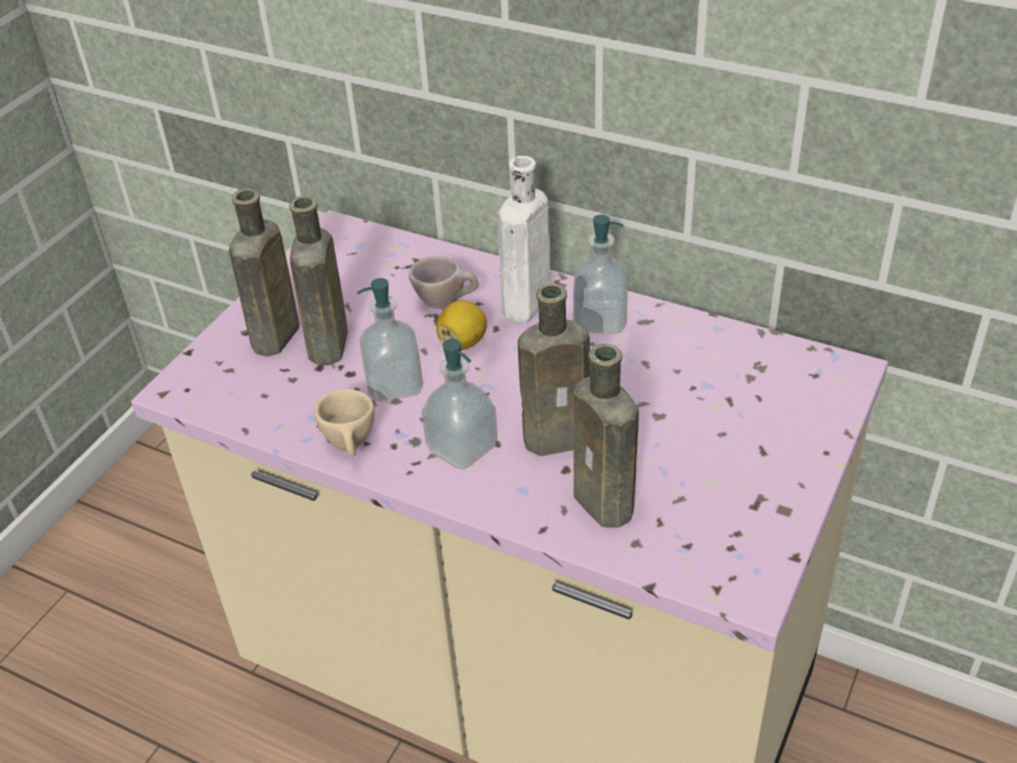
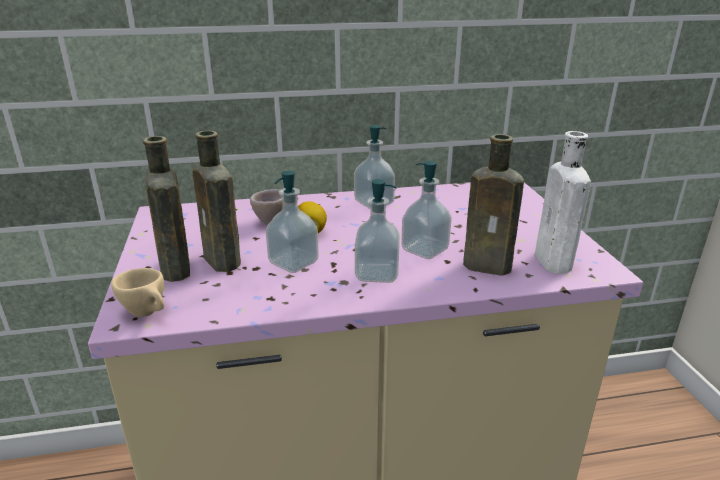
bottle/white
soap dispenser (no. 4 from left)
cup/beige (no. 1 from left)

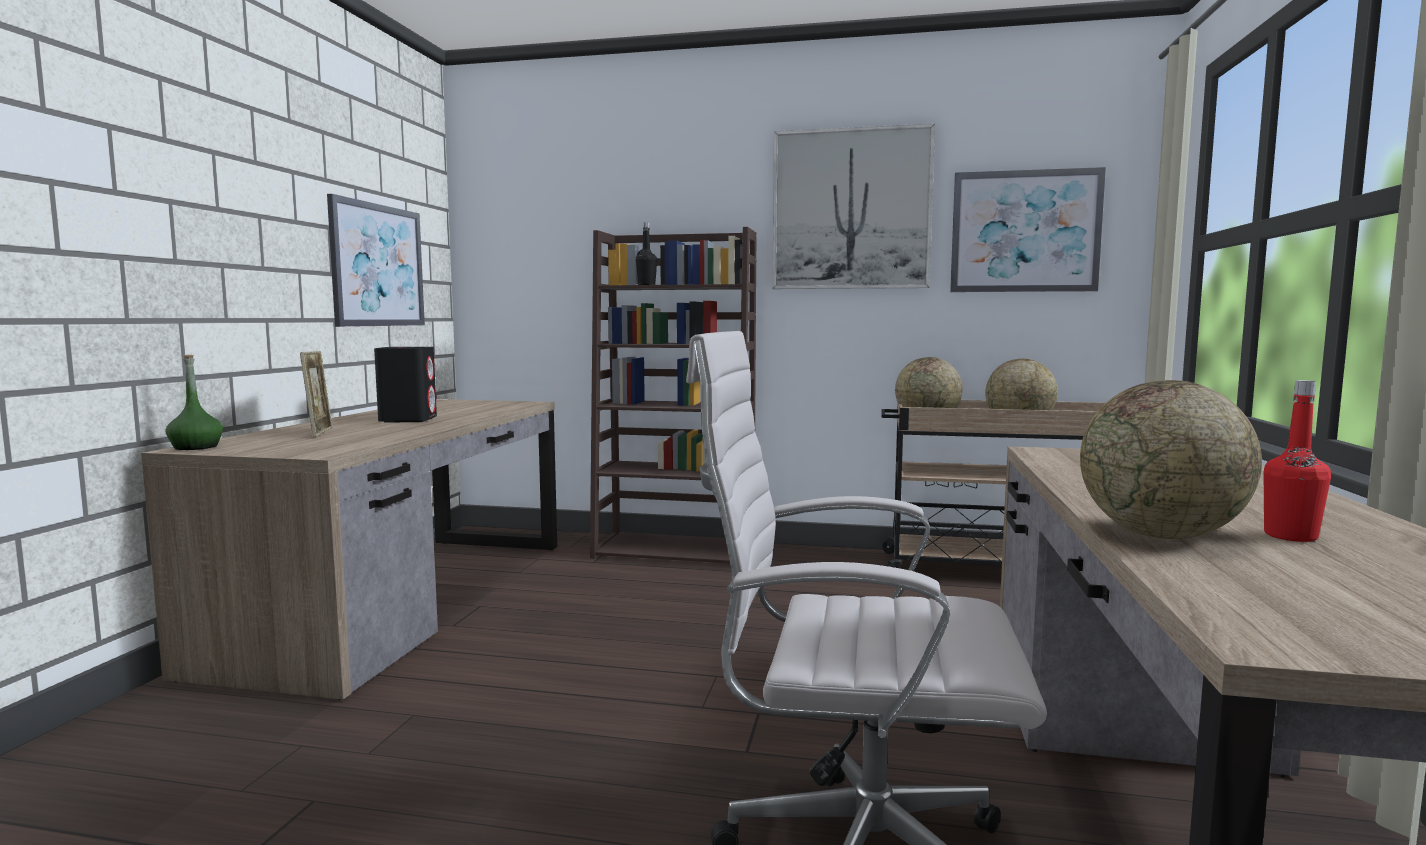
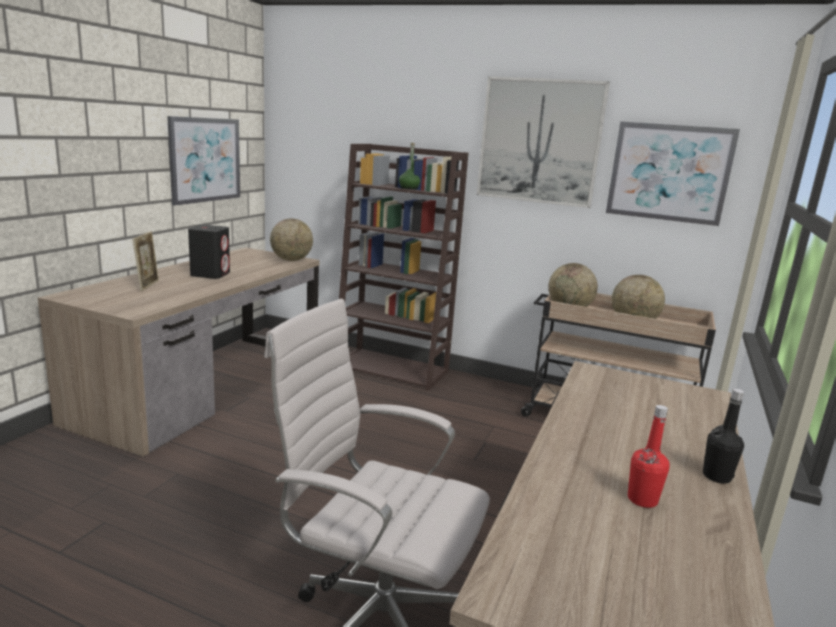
bottle/black
bottle/green
globe (no. 1 from left)

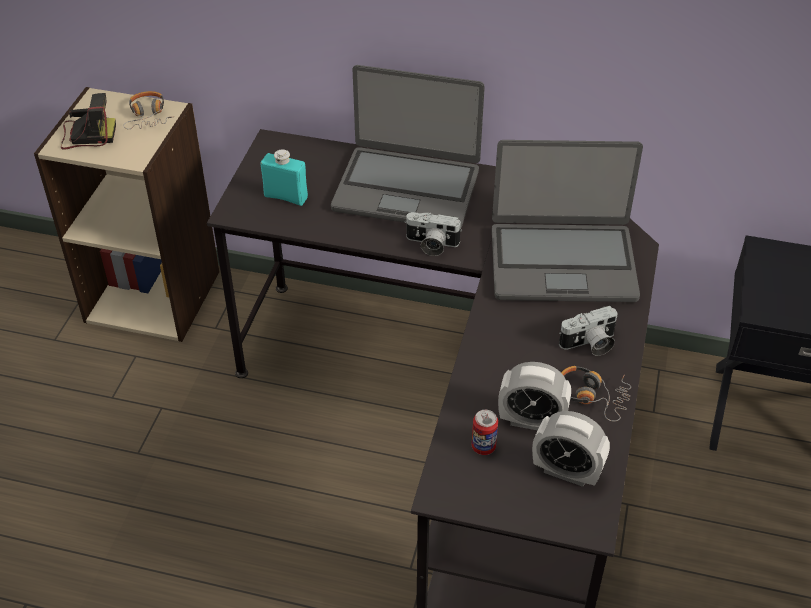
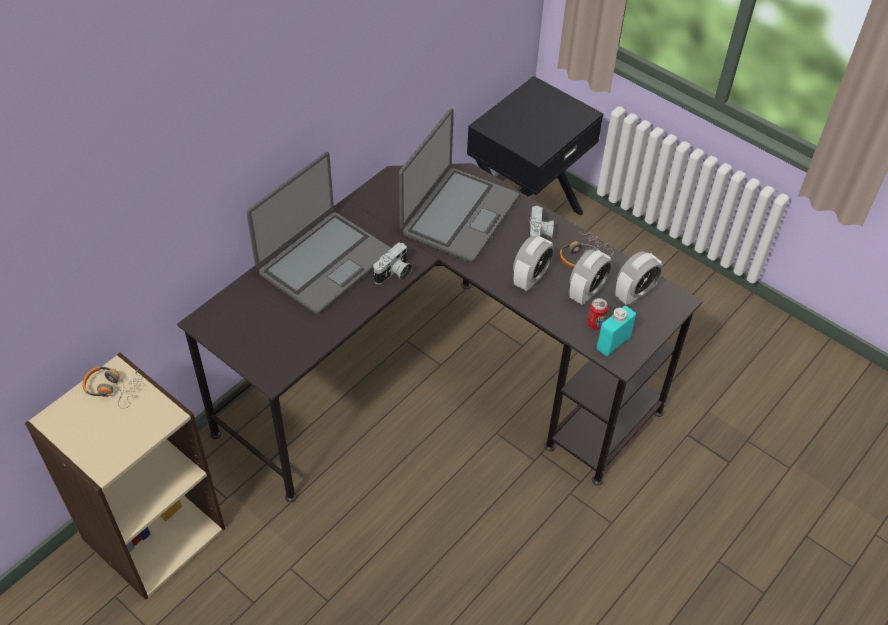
photo camera (no. 1 from left in the first image)
bottle/turquoise
alarm clock (no. 1 from left)

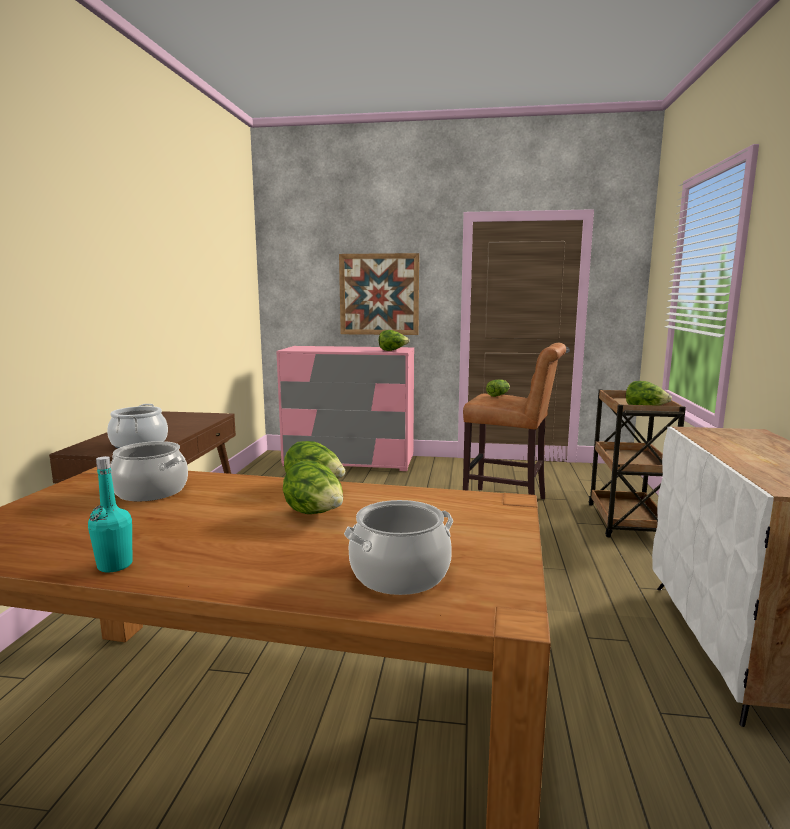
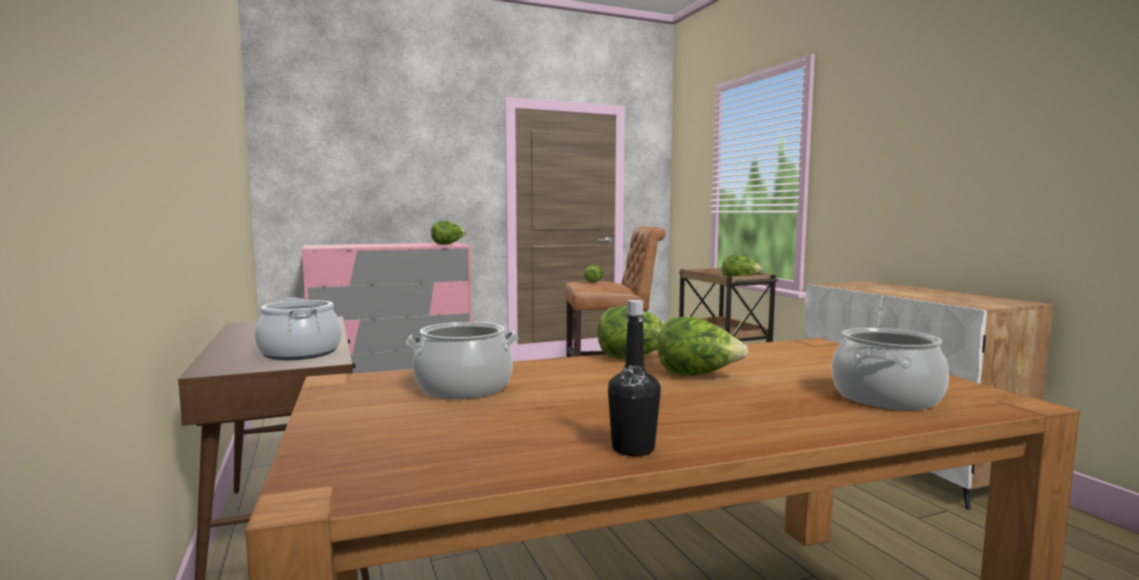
picture
bottle/black

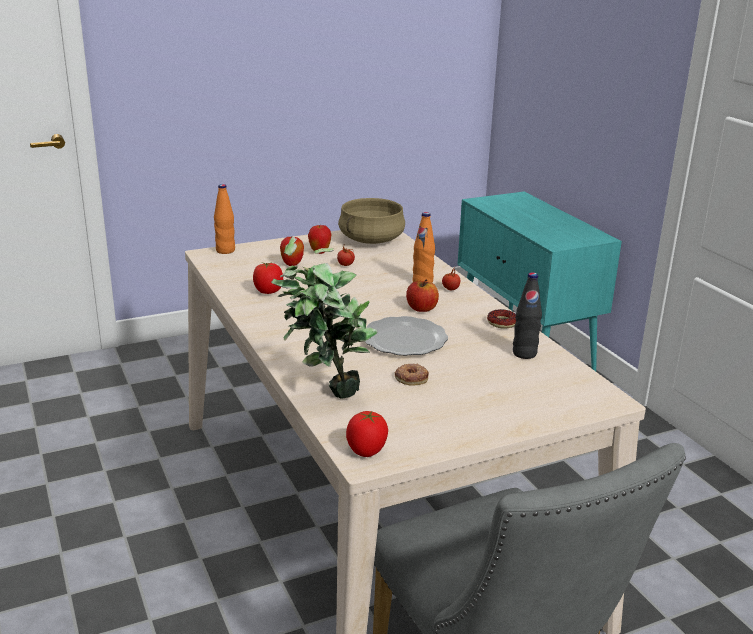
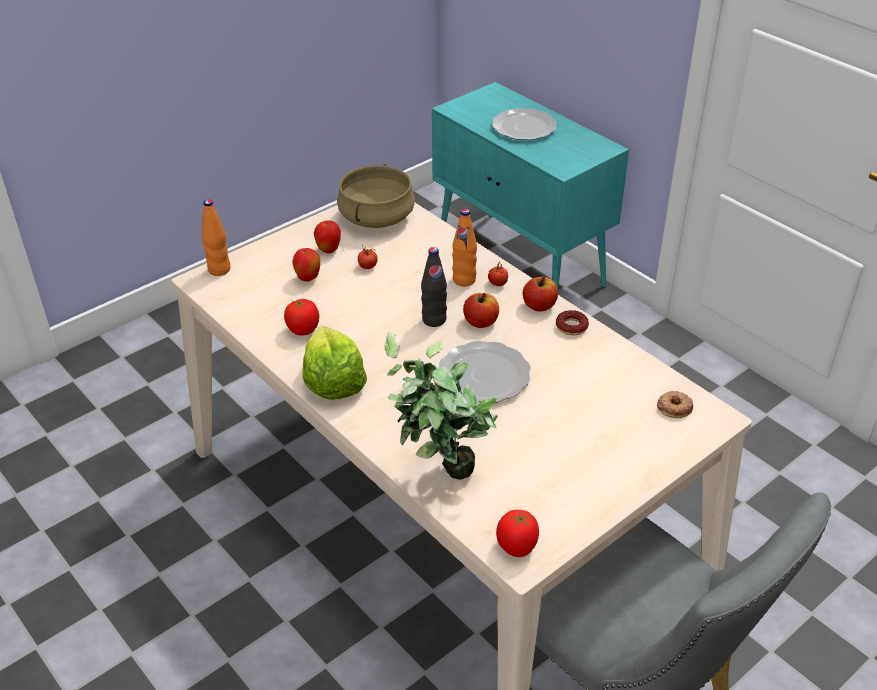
bottle/black
donut (no. 2 from left)
plate (no. 2 from left)
apple (no. 4 from left)
lettuce

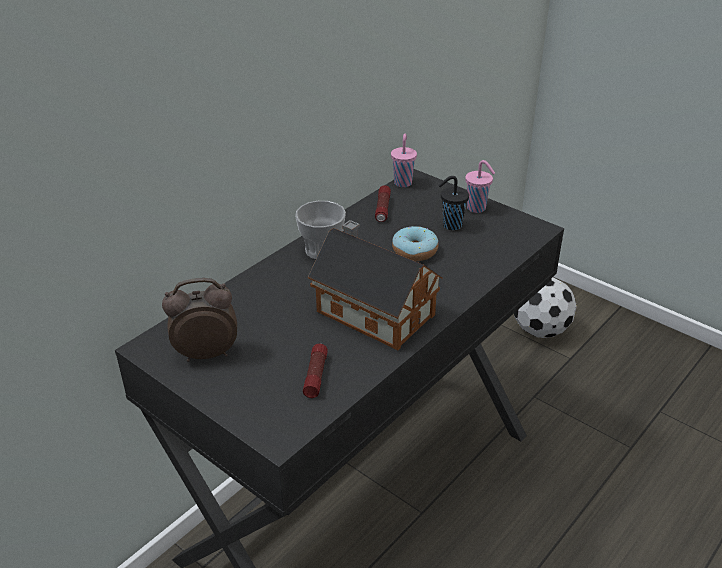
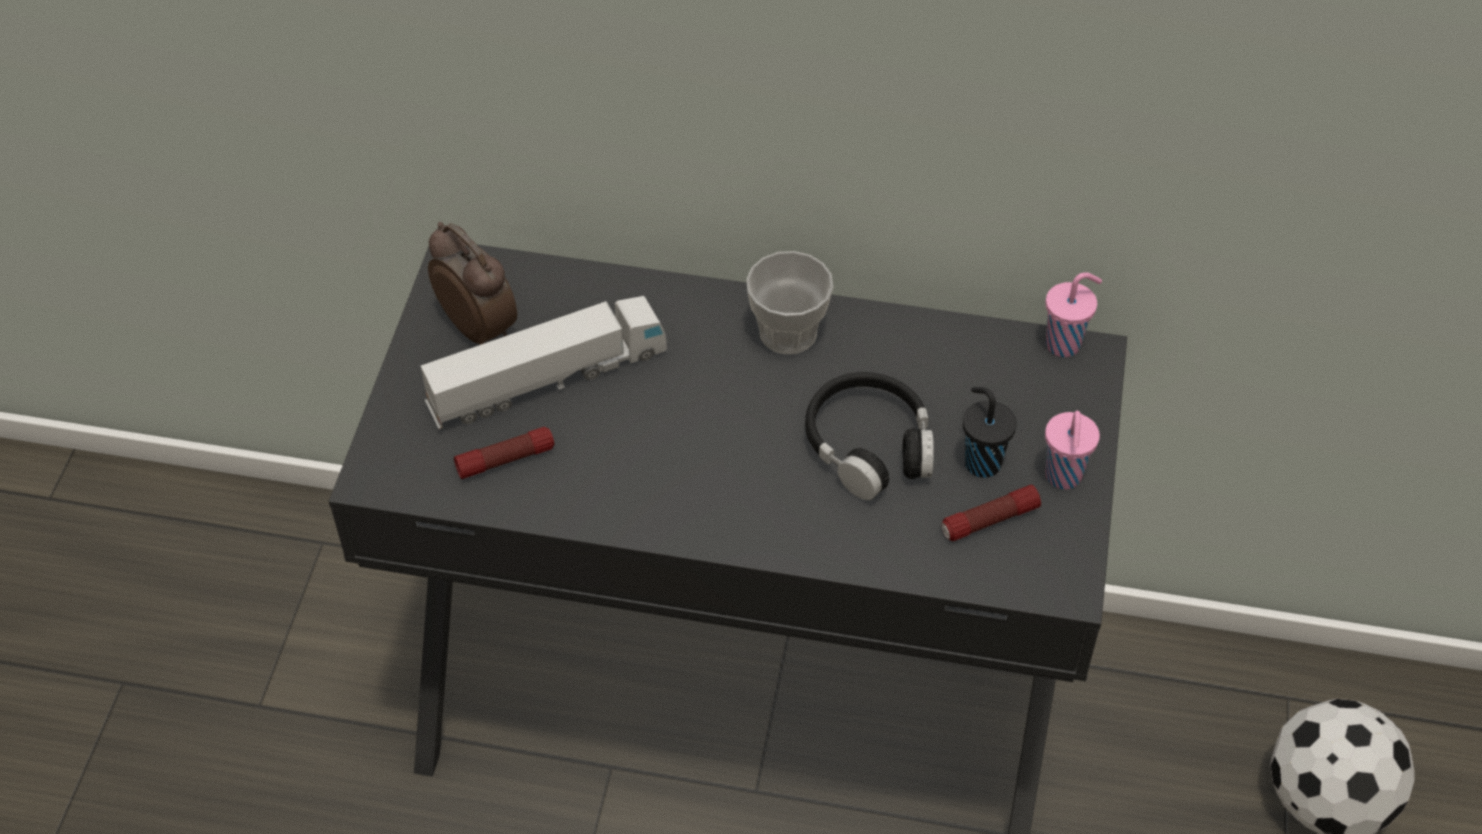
flashlight (no. 2 from left)
toy house
headphones/black
toy truck

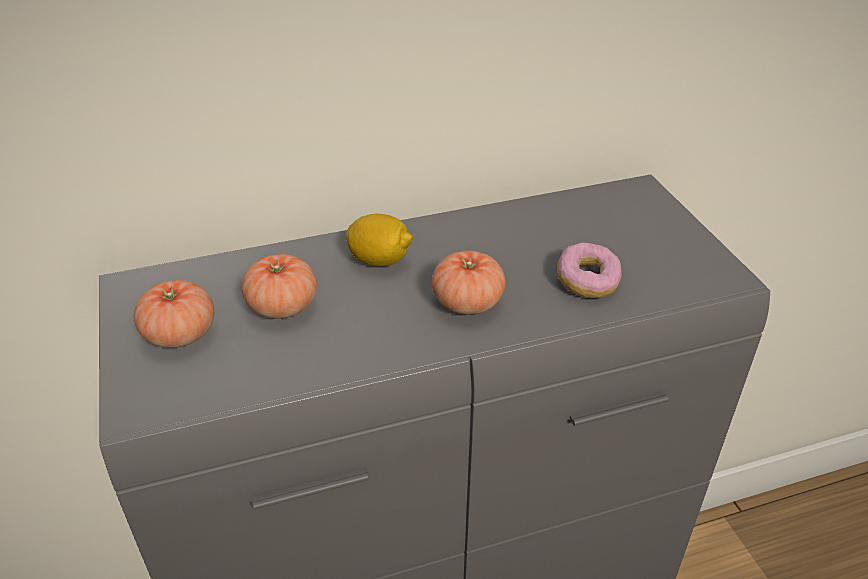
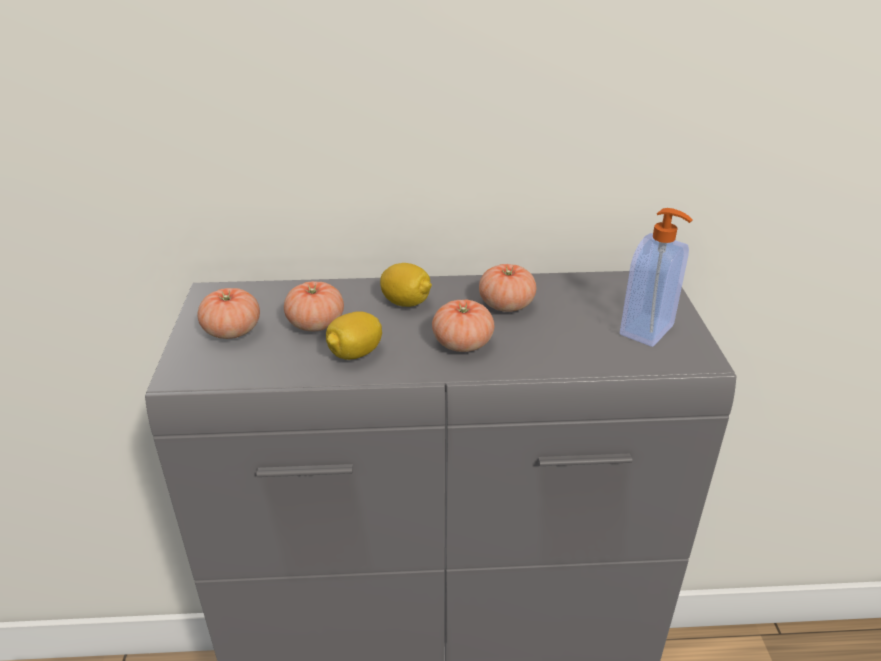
donut
soap dispenser
tomato (no. 4 from left)
lemon (no. 1 from left)

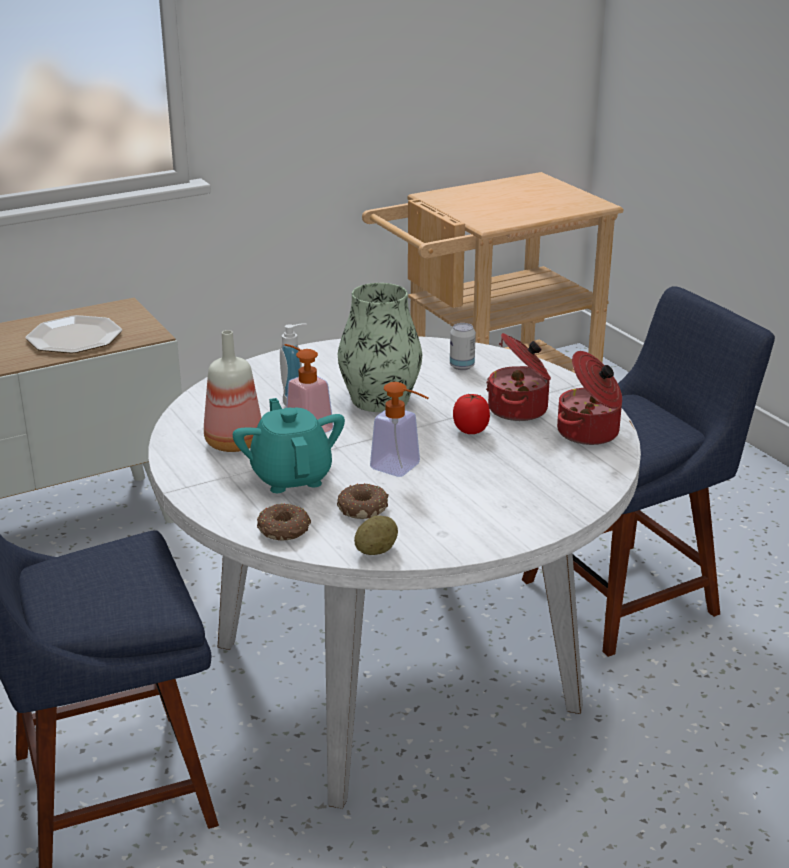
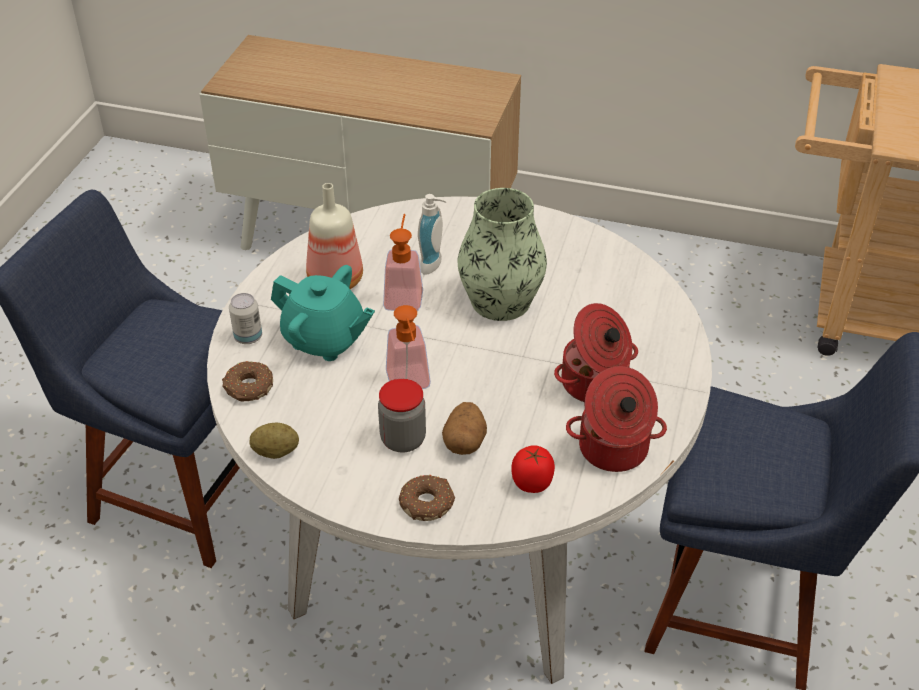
plate
can
tomato
teapot/turquoise
donut (no. 2 from left)
jar
potato (no. 2 from left)

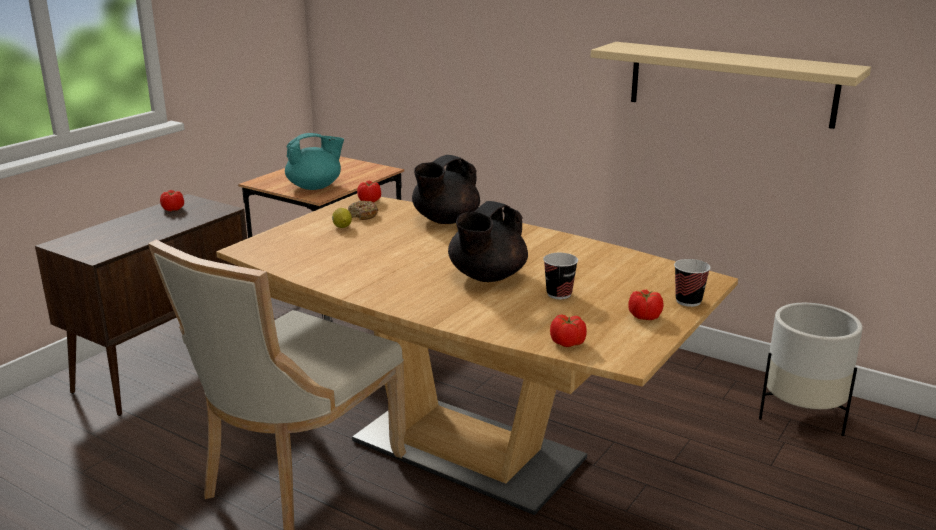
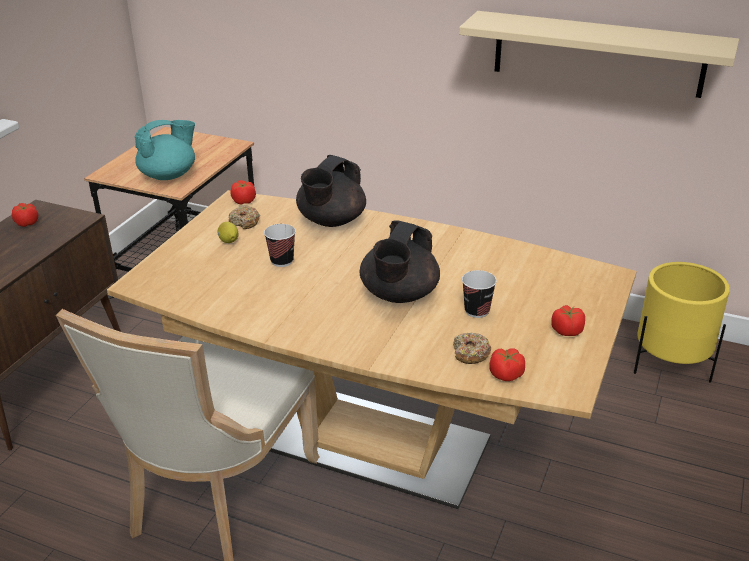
cup (no. 1 from left)
planter/yellow
donut (no. 2 from left)

